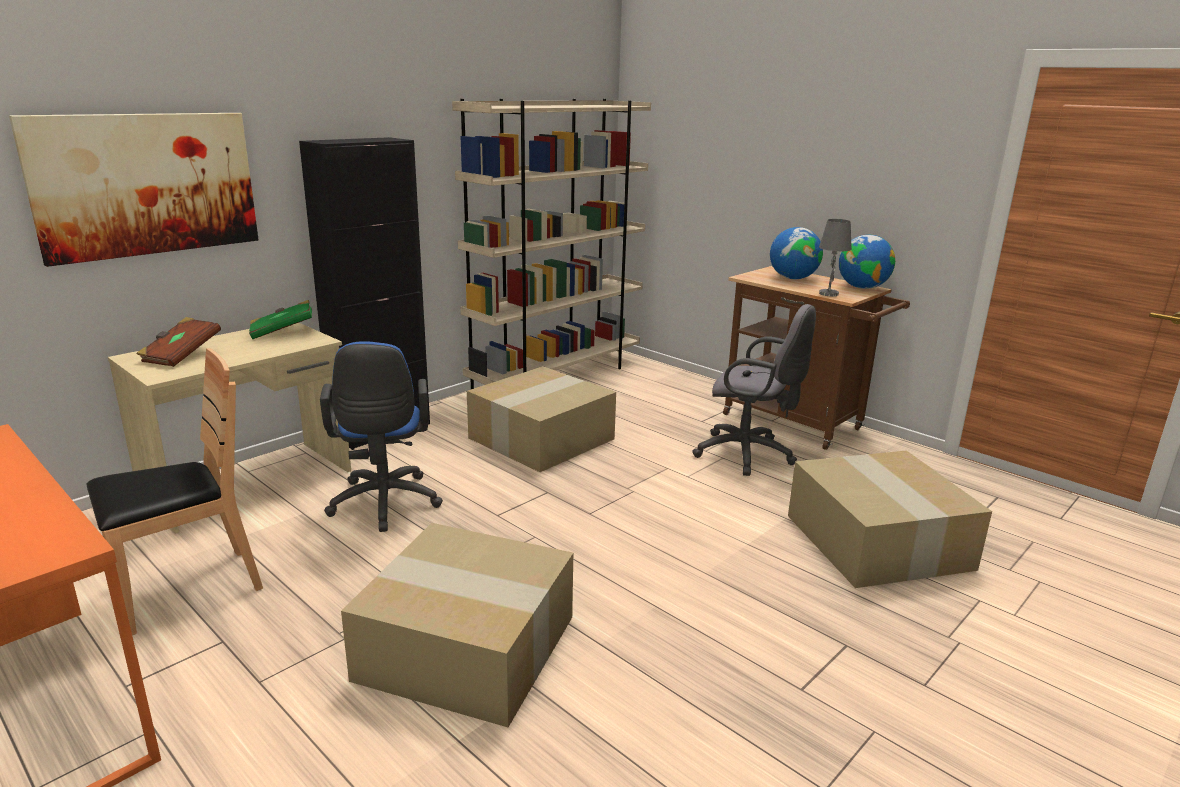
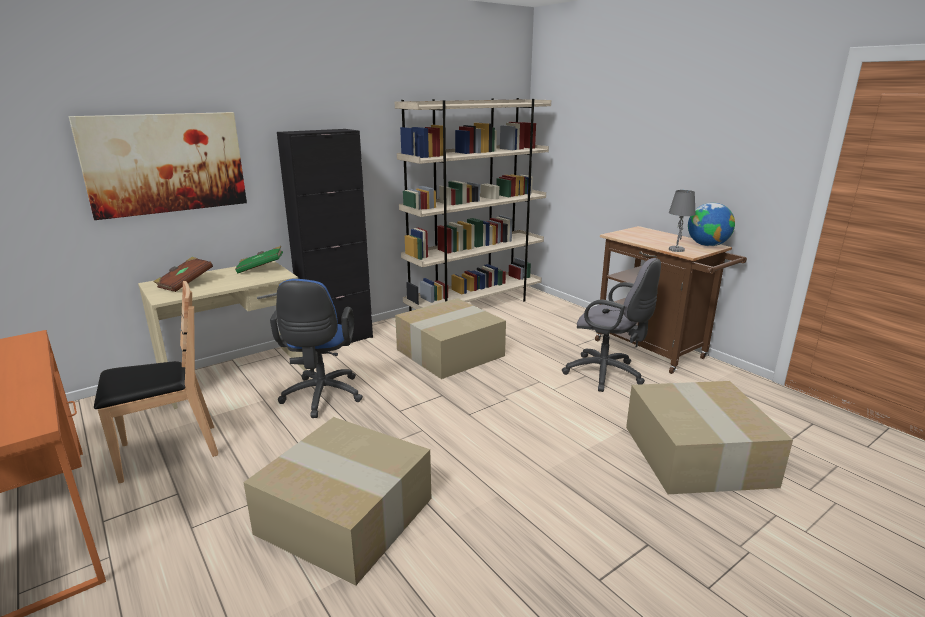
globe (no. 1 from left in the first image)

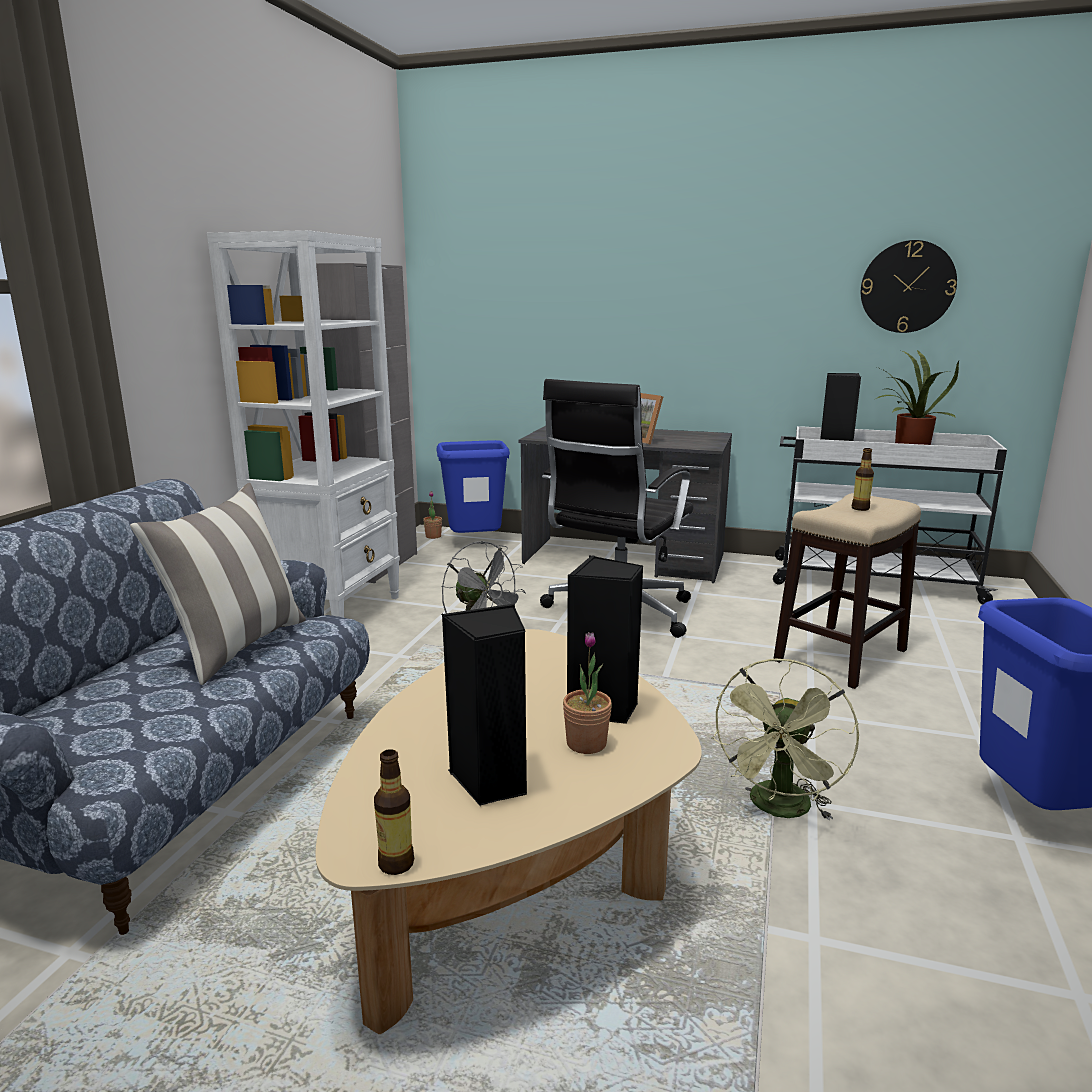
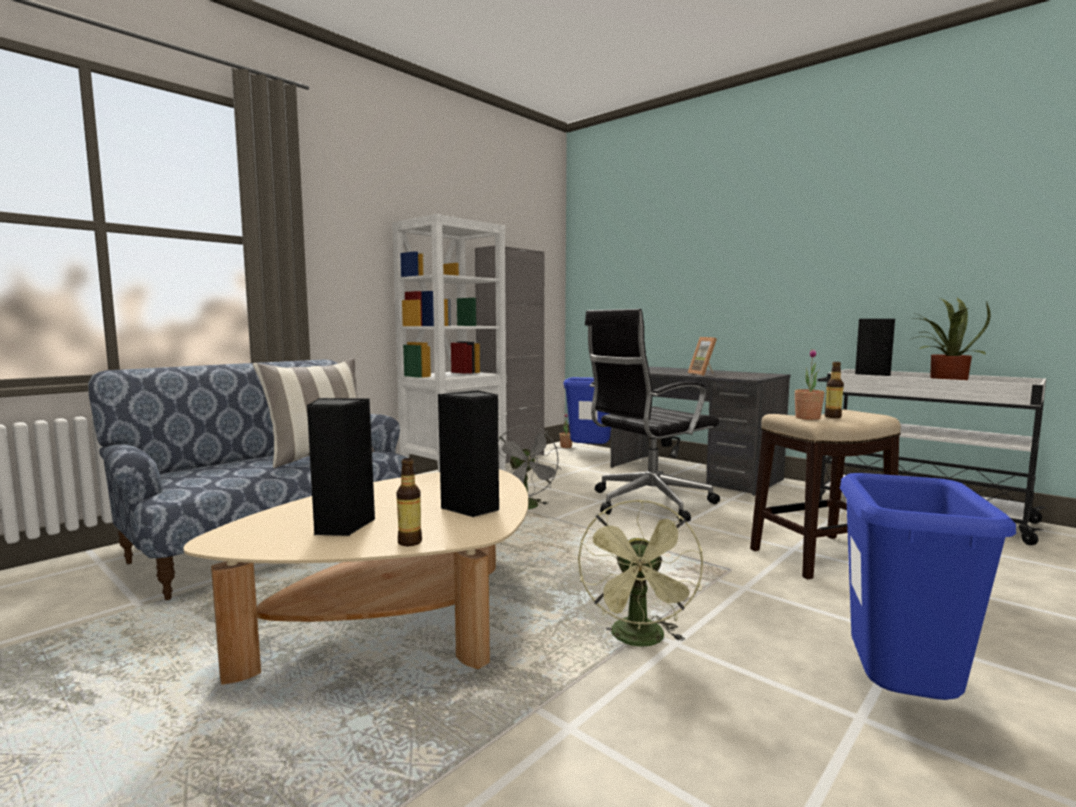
wall clock
potted plant (no. 2 from left)
fan/green
bottle (no. 1 from left)

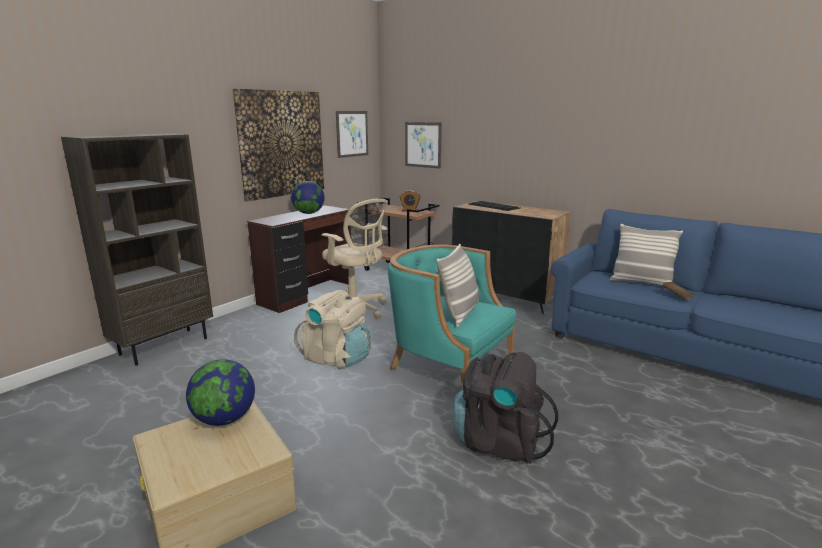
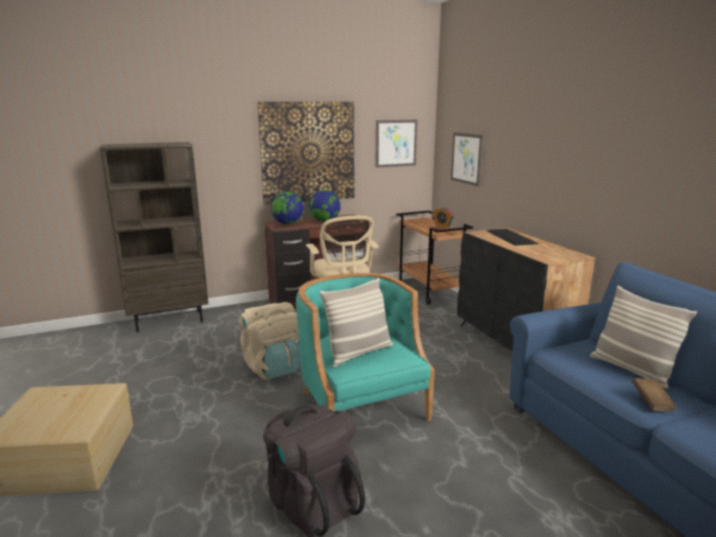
globe (no. 1 from left)

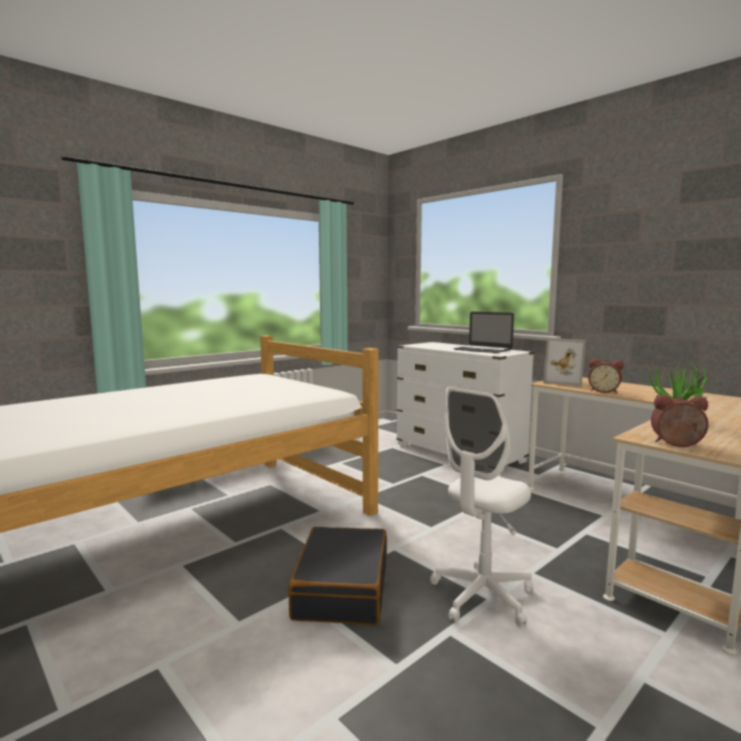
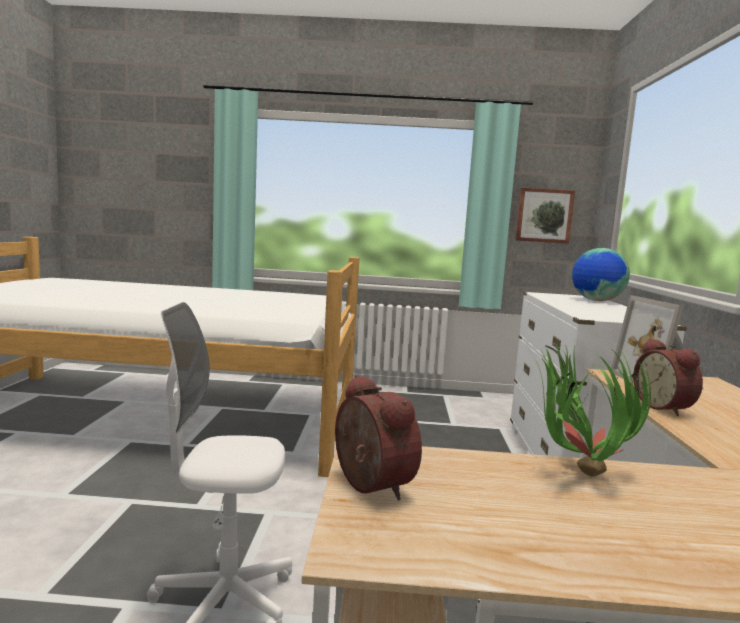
laptop
suitcase/black
picture
globe

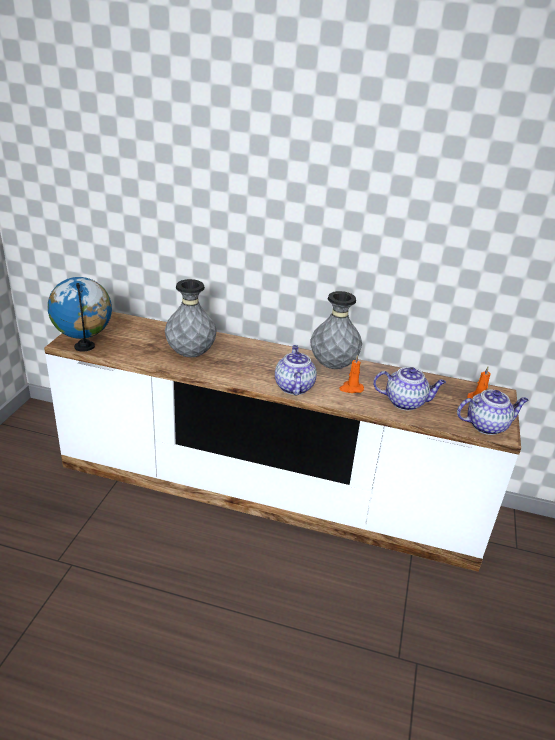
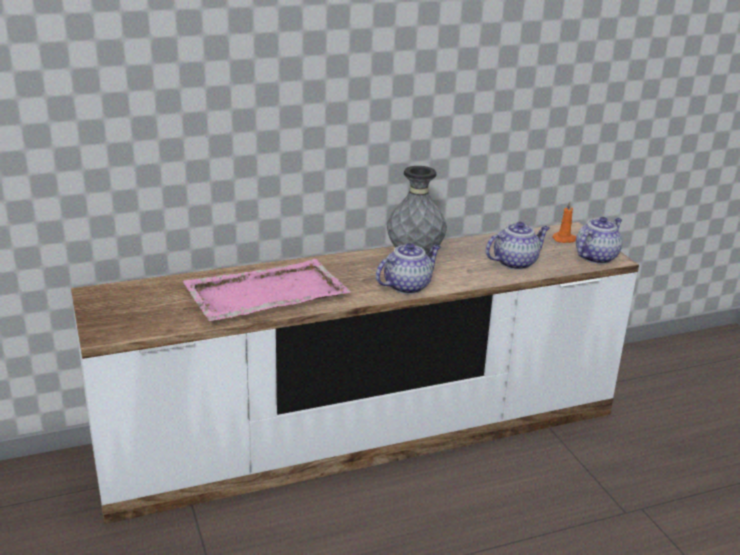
globe
tray/pink
teapot (no. 1 from left)
candle/orange (no. 1 from left in the first image)

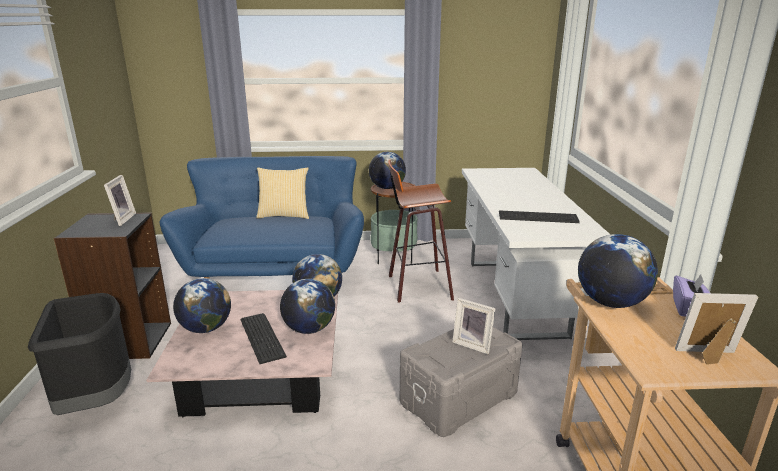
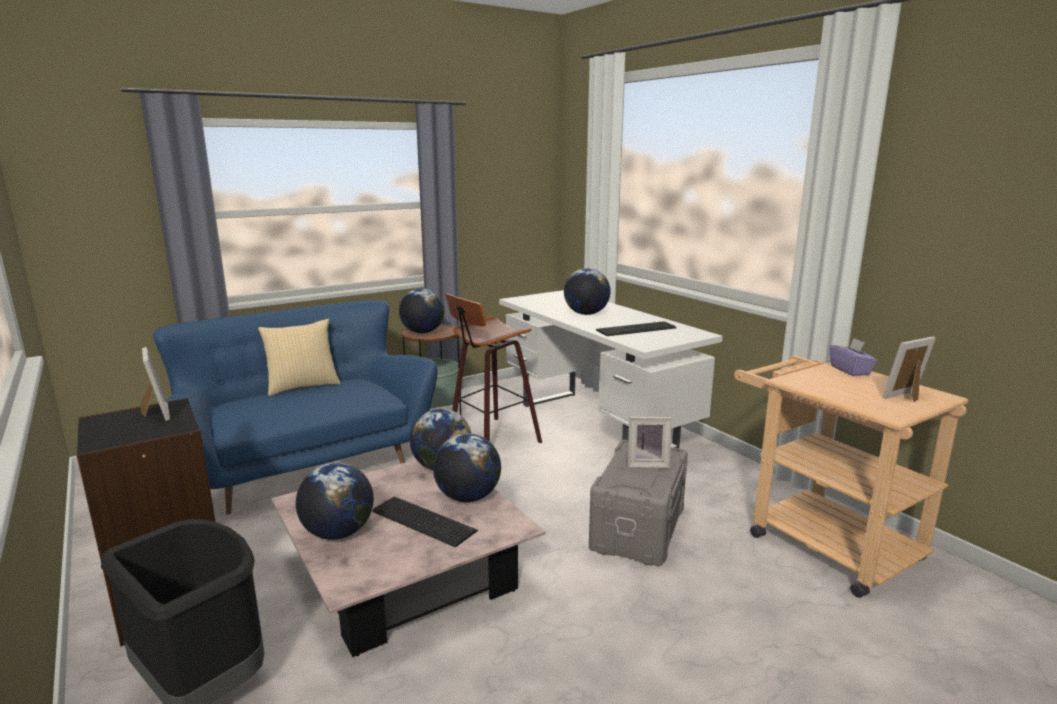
globe (no. 5 from left)

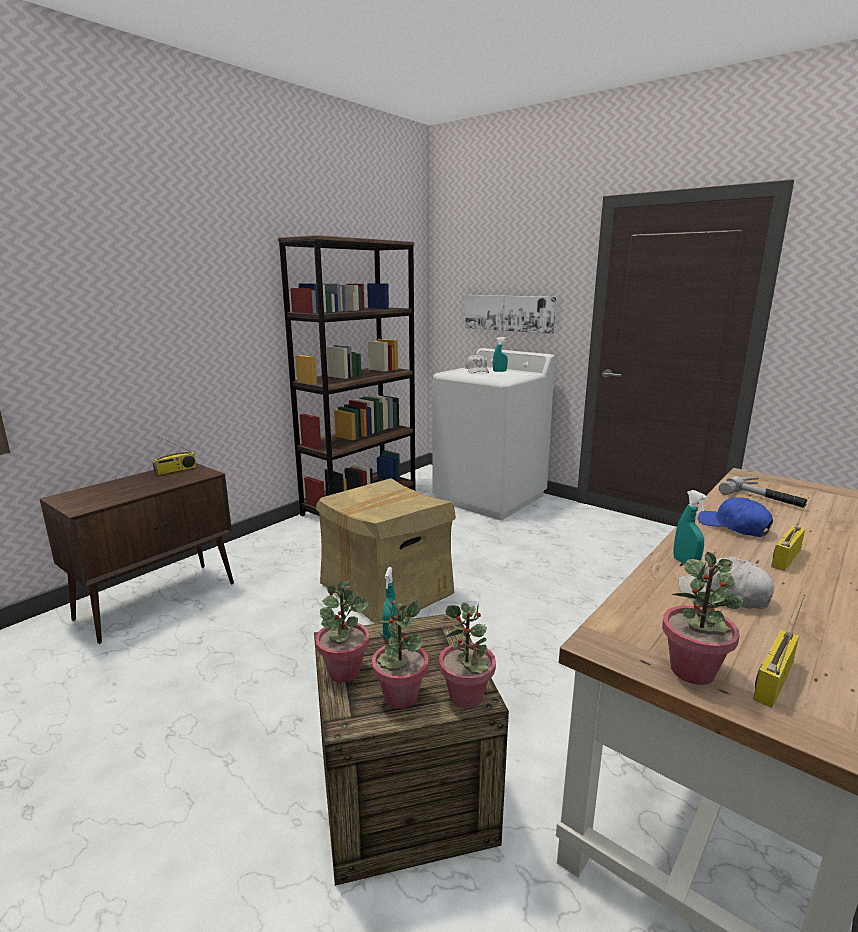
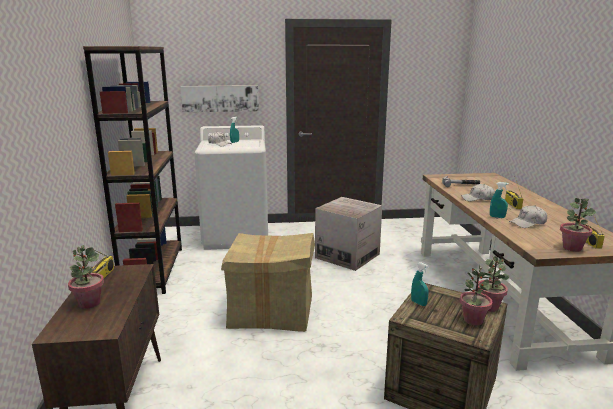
cap/white (no. 2 from left)
potted plant (no. 1 from left)
cardboard box (no. 2 from left)

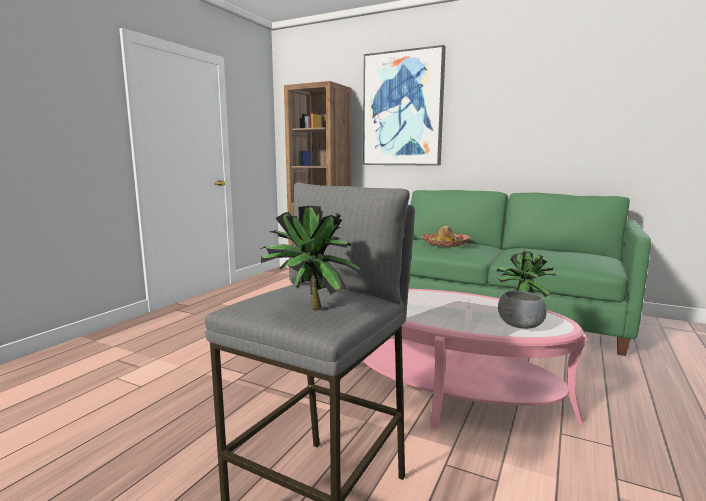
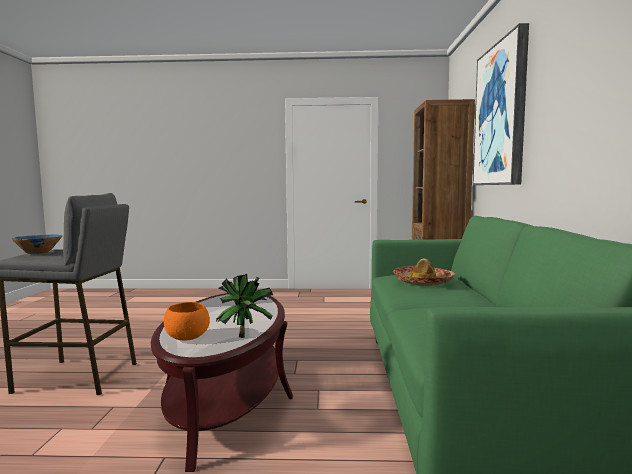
bowl/blue
coffee table/brown
bowl/orange

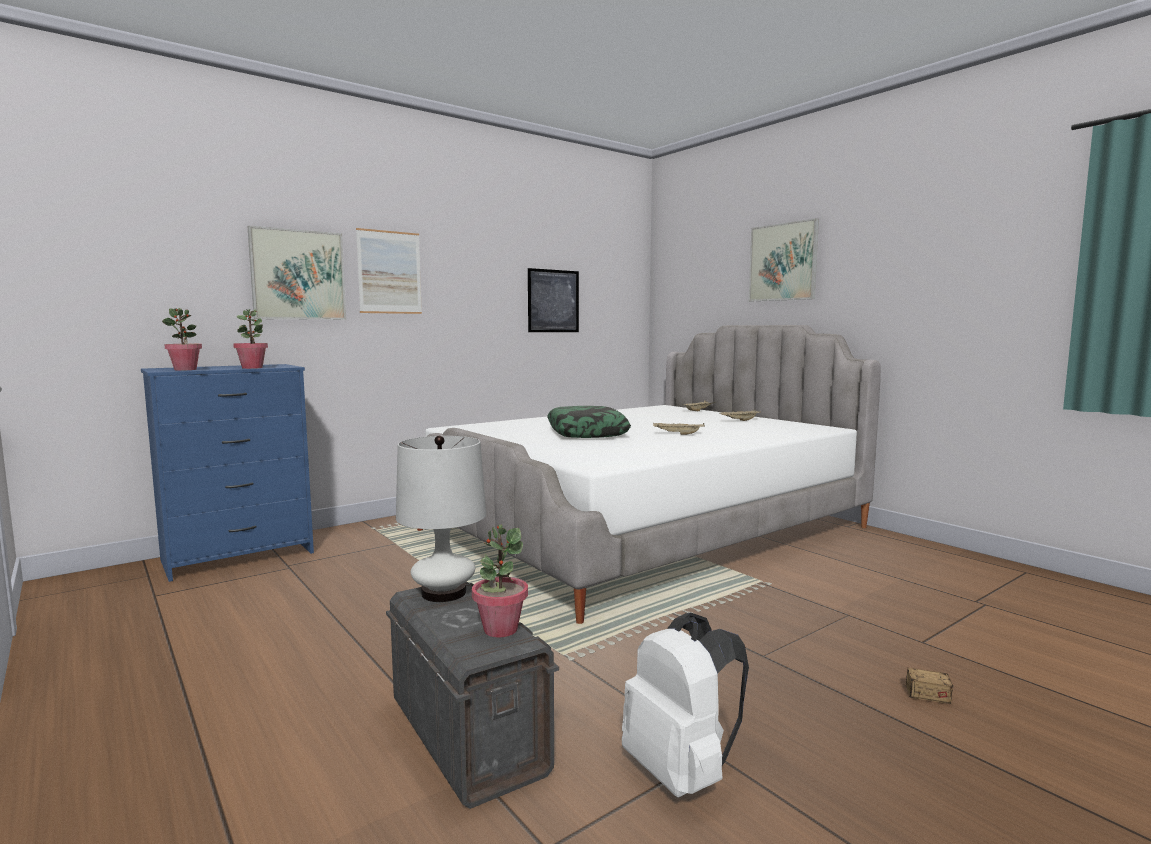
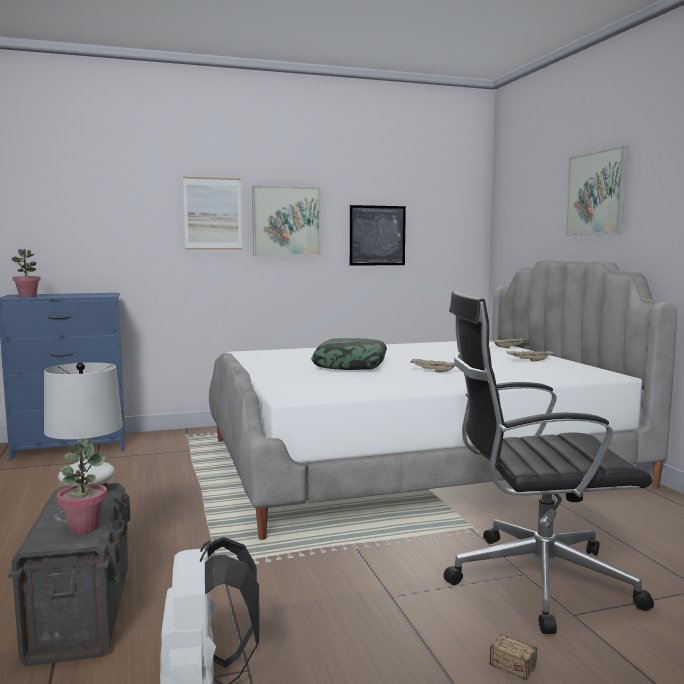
picture (no. 2 from left)
potted plant (no. 2 from left in the first image)
office chair/black

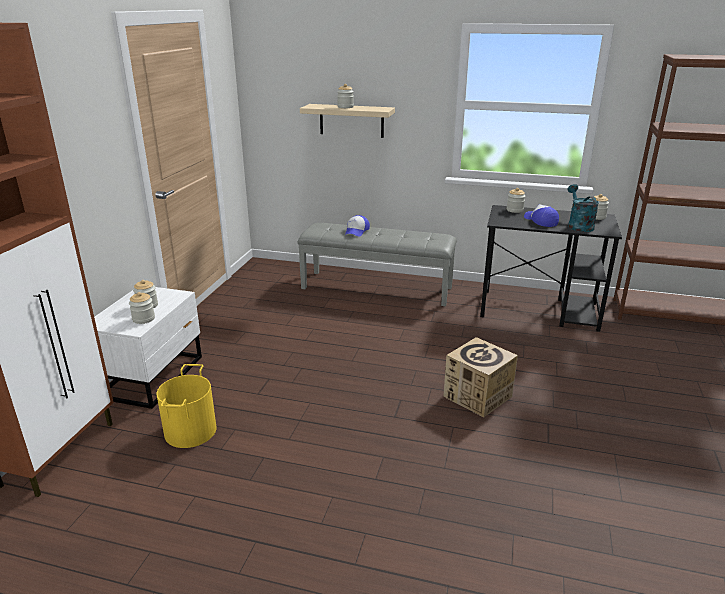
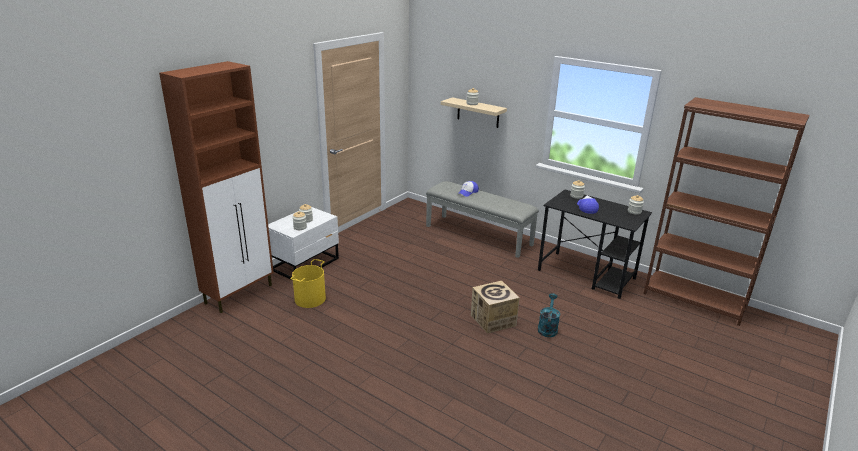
watering can/turquoise

